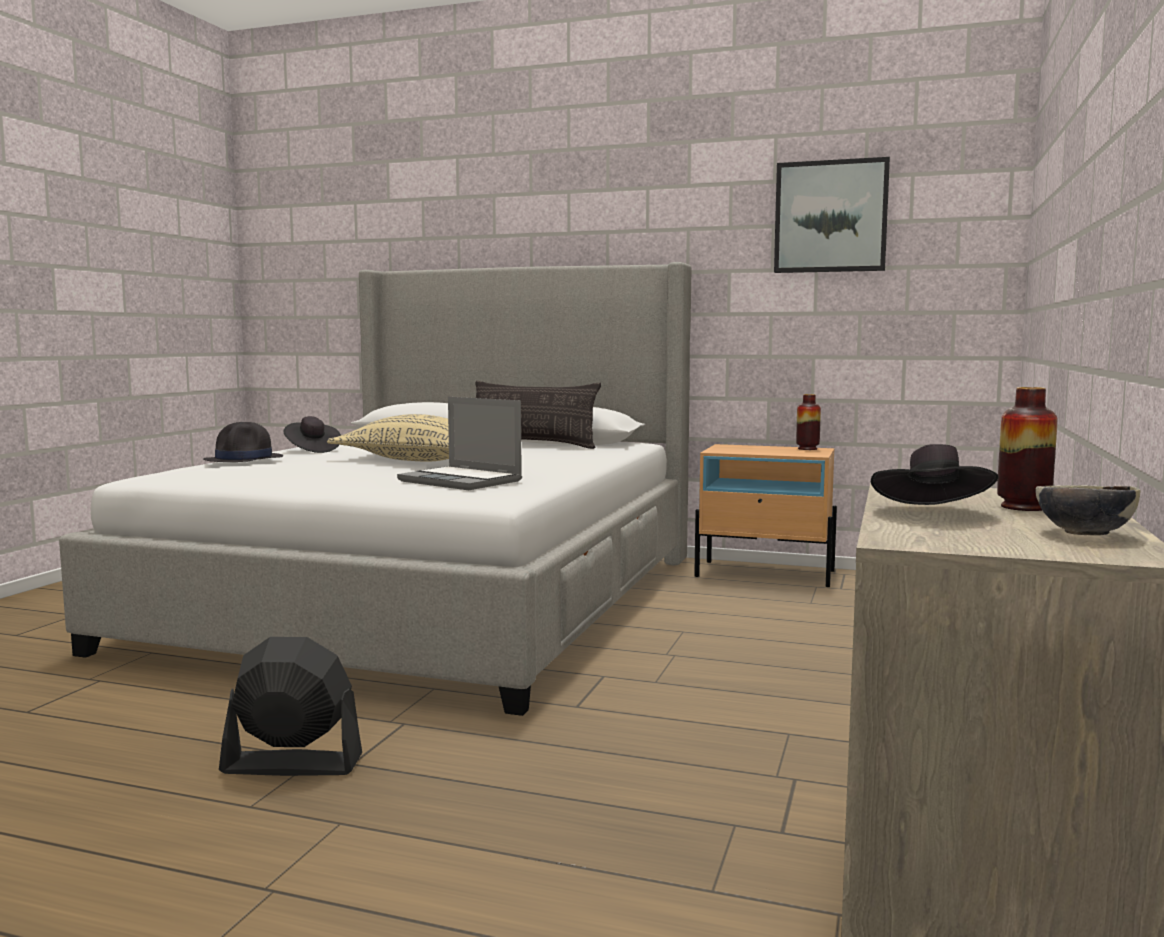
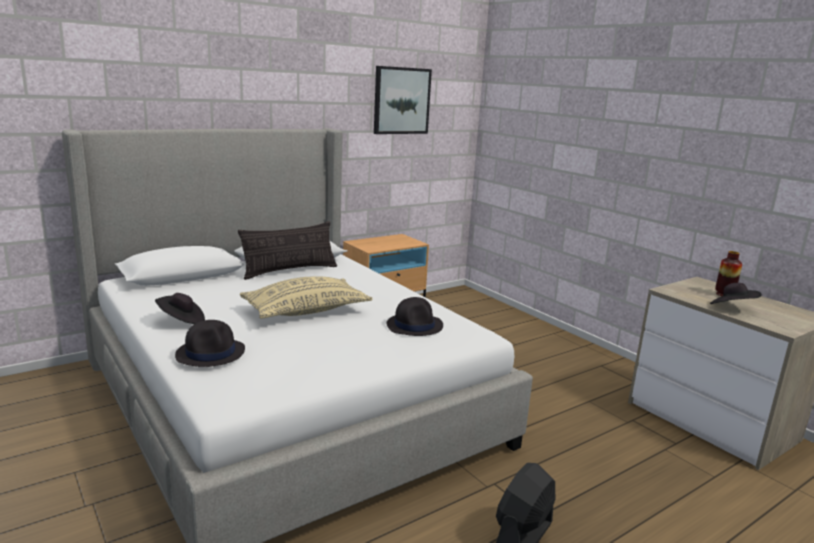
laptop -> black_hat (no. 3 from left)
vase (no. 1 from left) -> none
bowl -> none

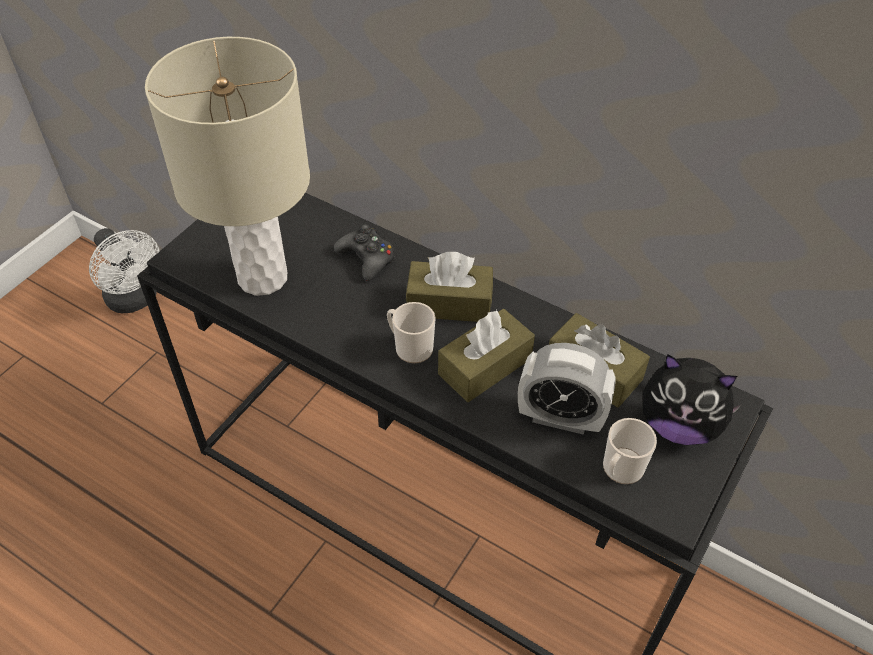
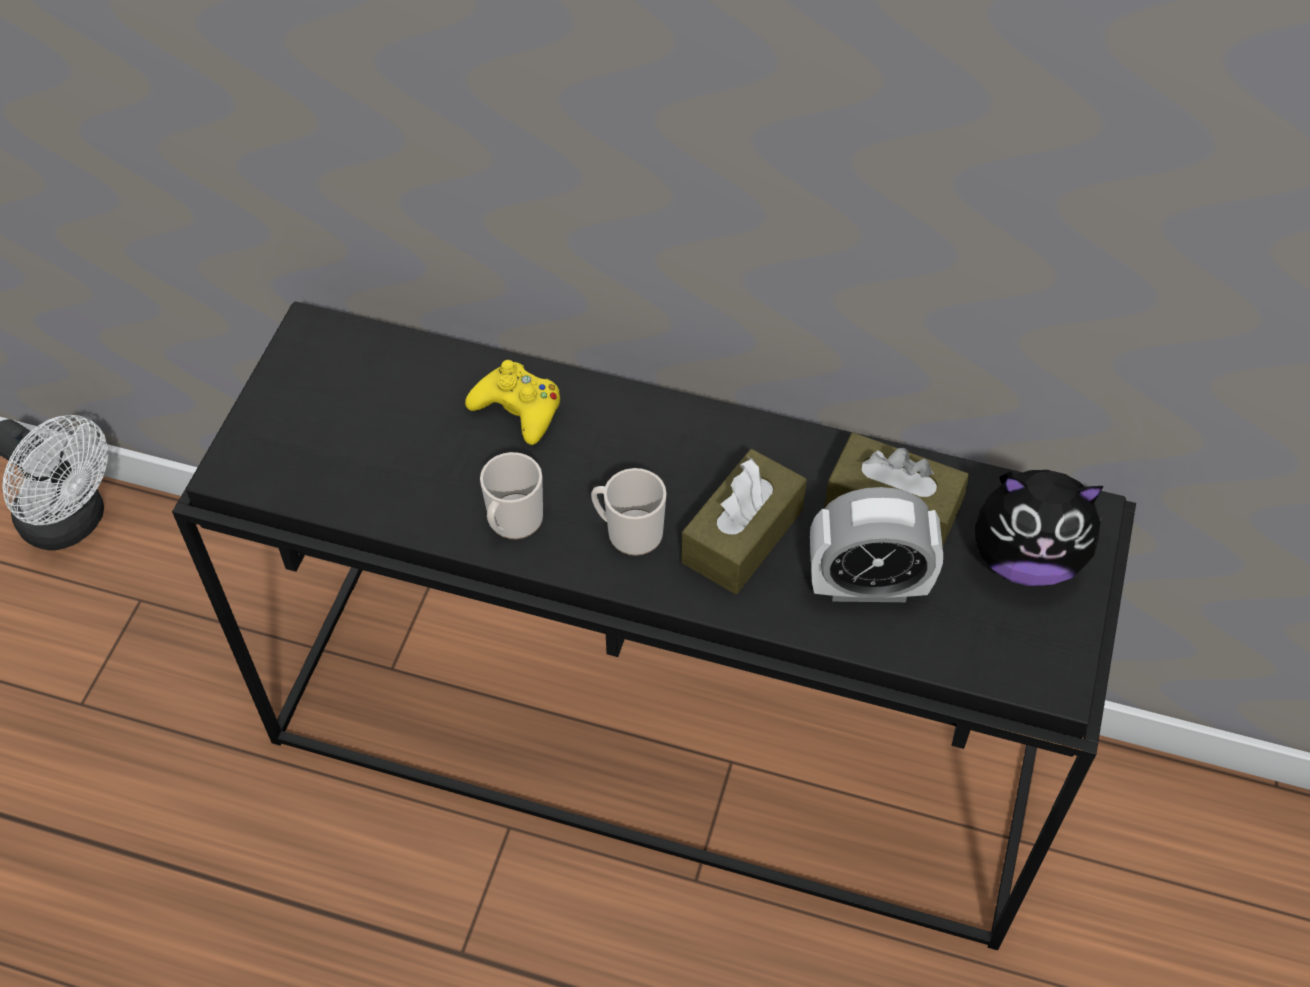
black_game_controller -> yellow_game_controller
mug (no. 2 from left in the first image) -> mug (no. 1 from left), shifted
beige_table_lamp -> none
brown_tissue_box (no. 1 from left) -> none

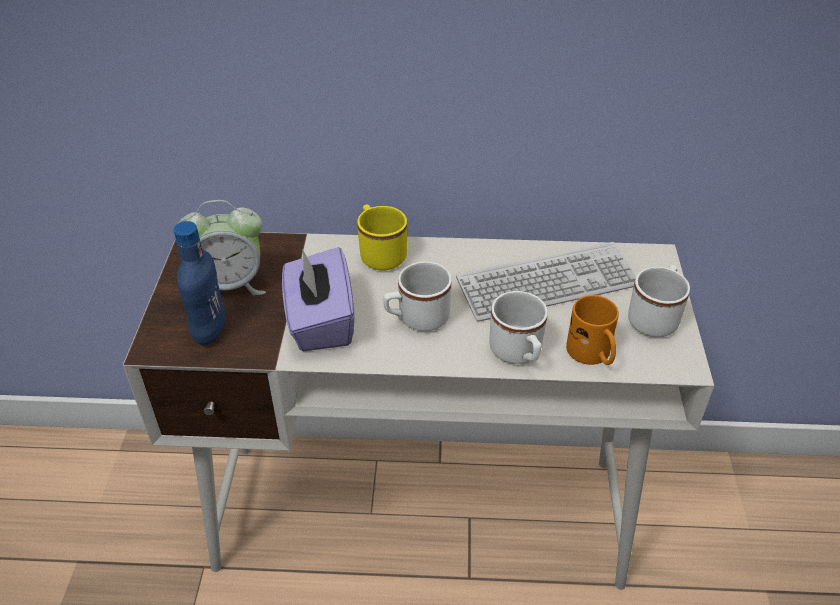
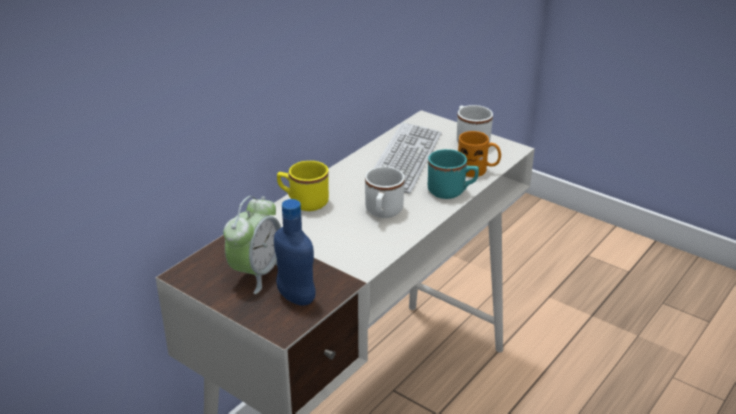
white_mug (no. 2 from left) -> turquoise_mug
purple_tissue_box -> none

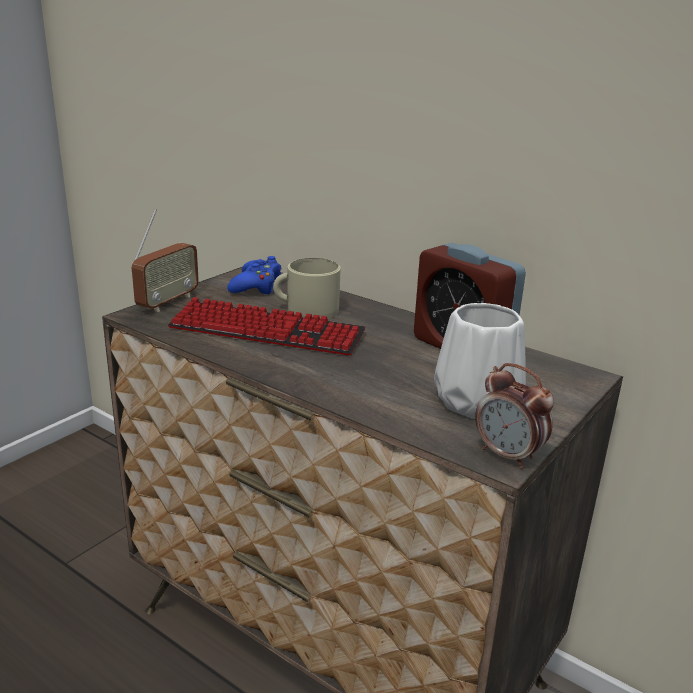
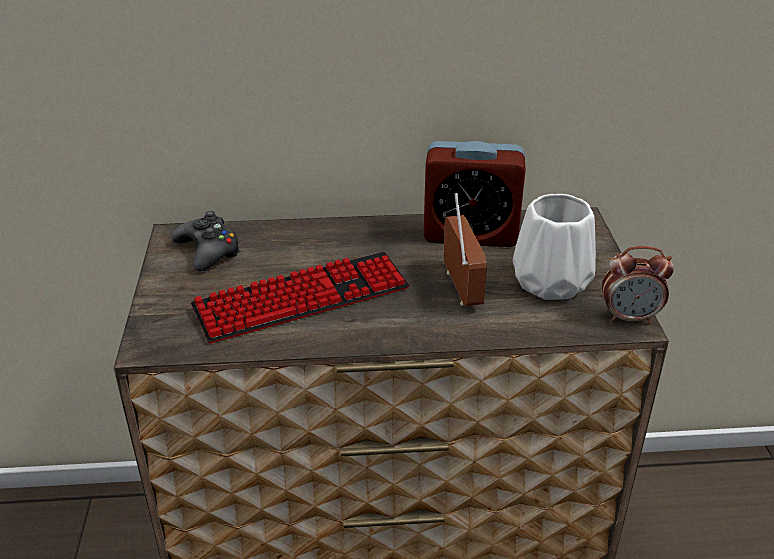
blue_game_controller -> black_game_controller
radio, shifted
beige_mug -> none

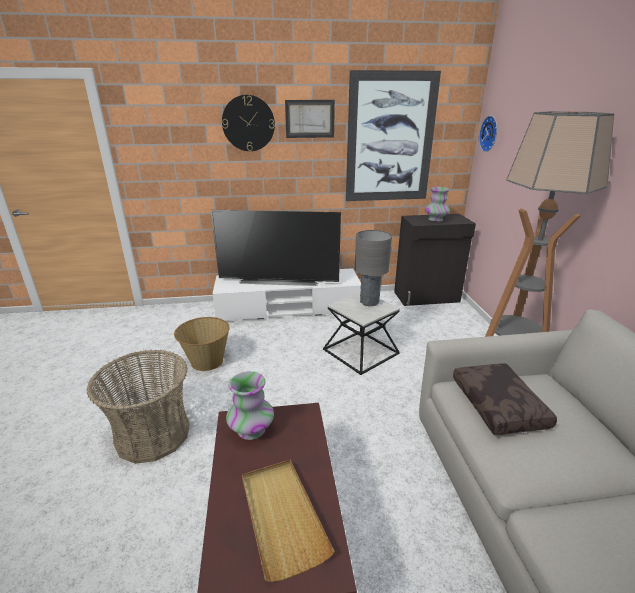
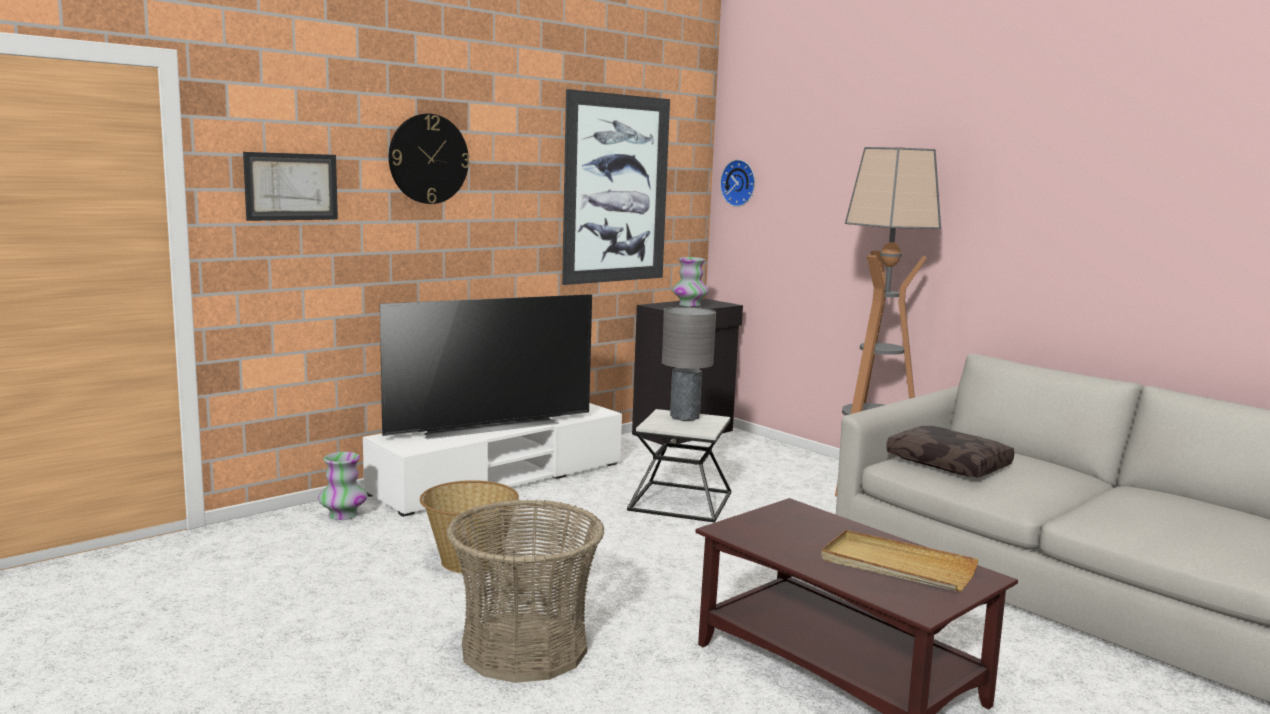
picture (no. 1 from left), shifted
vase (no. 1 from left), shifted

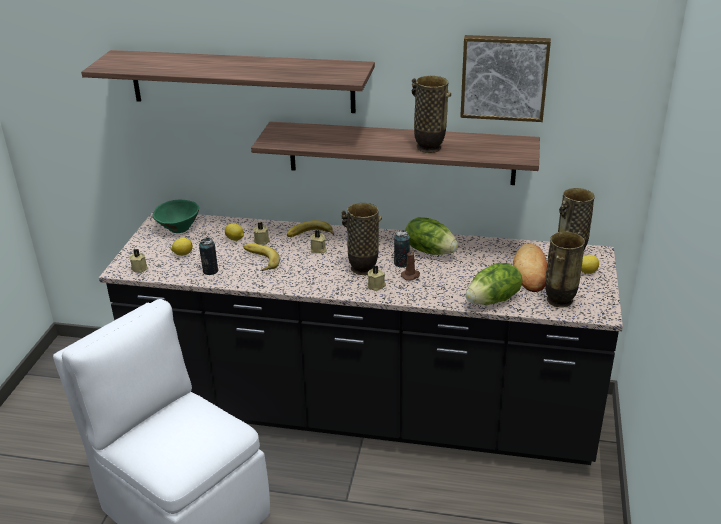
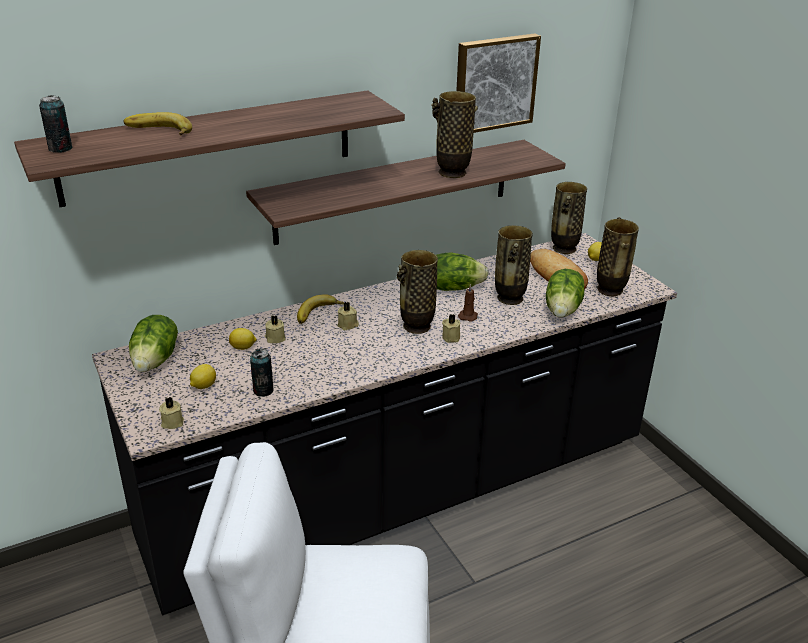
can (no. 2 from left in the first image) -> can (no. 1 from left), shifted
banana (no. 1 from left), shifted
green_bowl -> lettuce (no. 1 from left)
none -> vase (no. 3 from left)

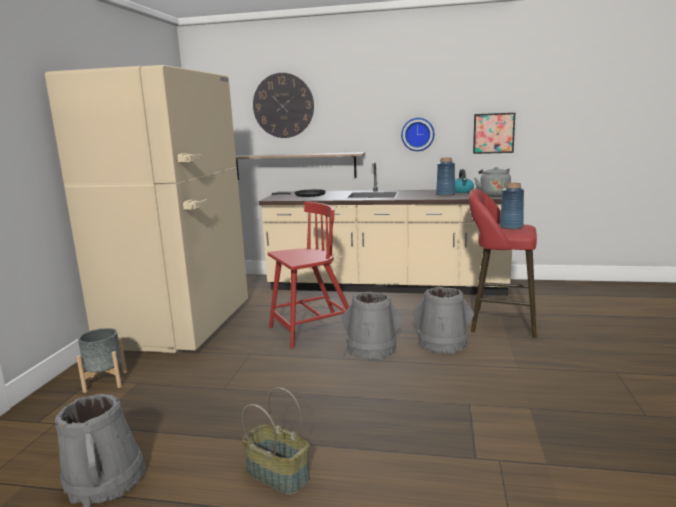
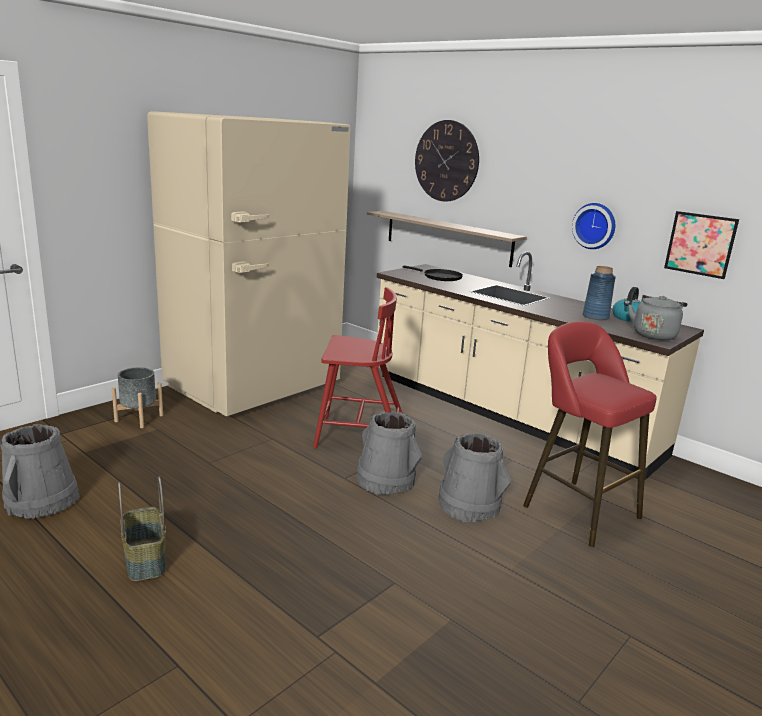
blue_vase (no. 2 from left) -> none

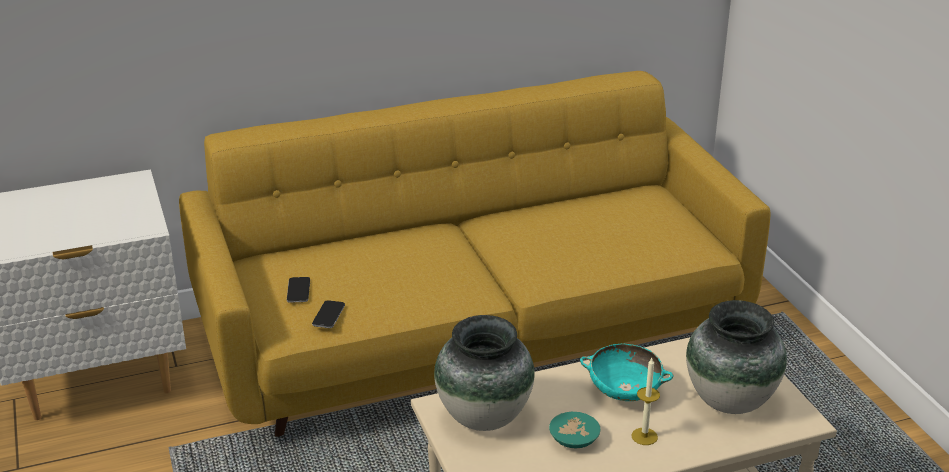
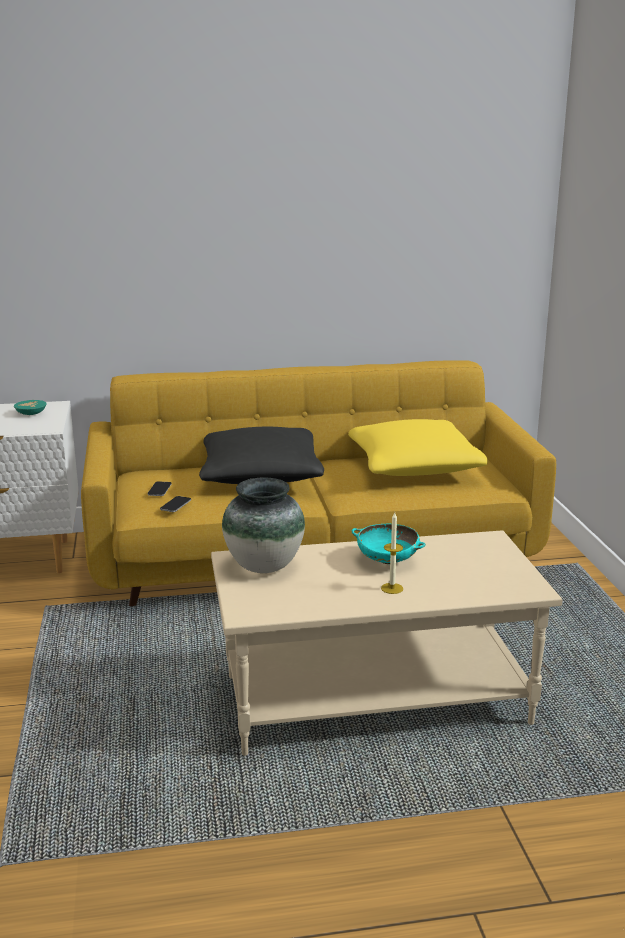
turquoise_bowl (no. 1 from left), shifted
none -> black_pillow
none -> yellow_pillow
vase (no. 2 from left) -> none

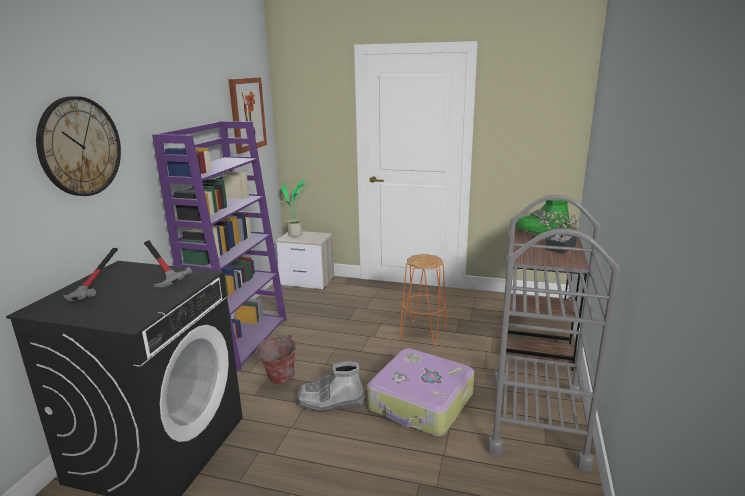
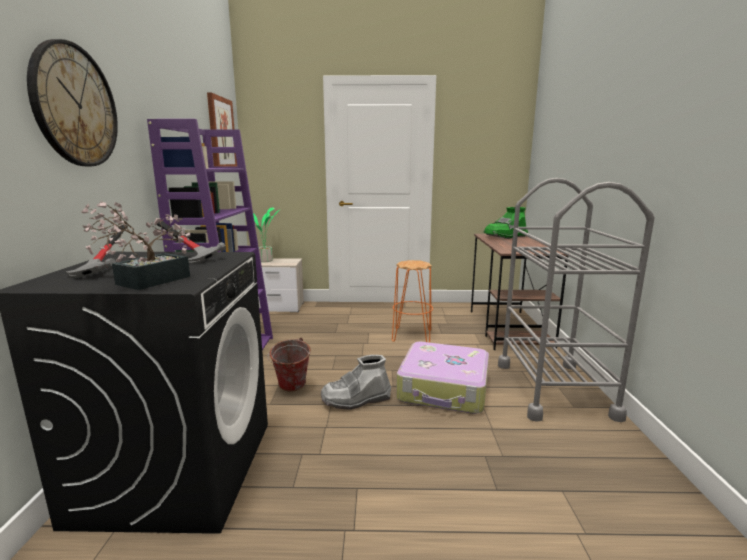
potted_plant (no. 2 from left in the first image) -> potted_plant (no. 1 from left), shifted

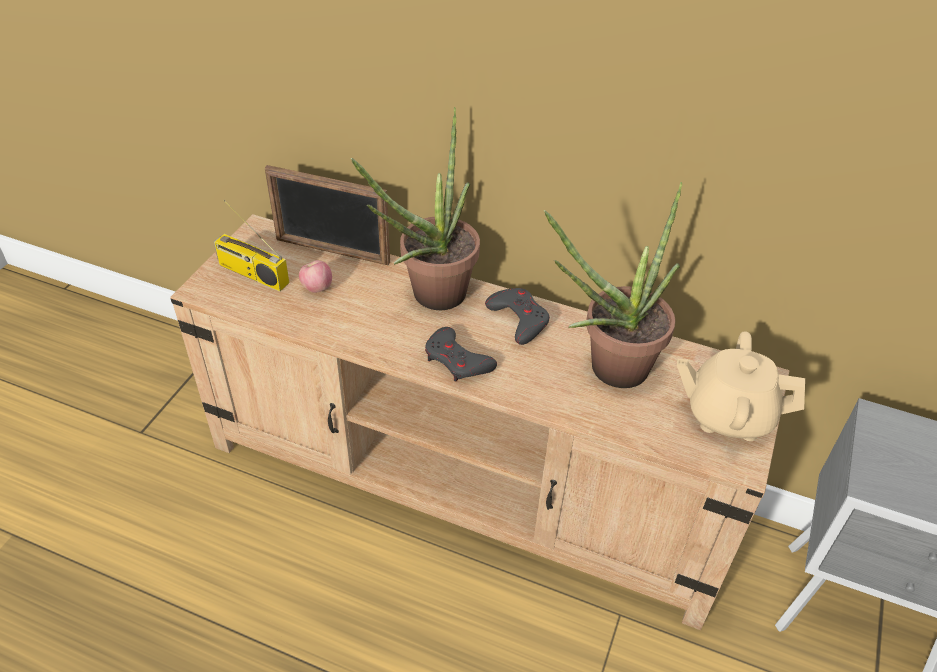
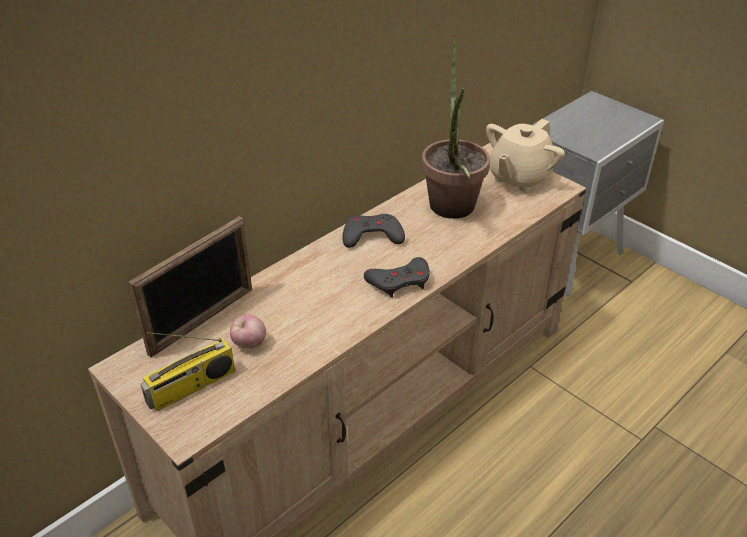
potted_plant (no. 1 from left) -> none

